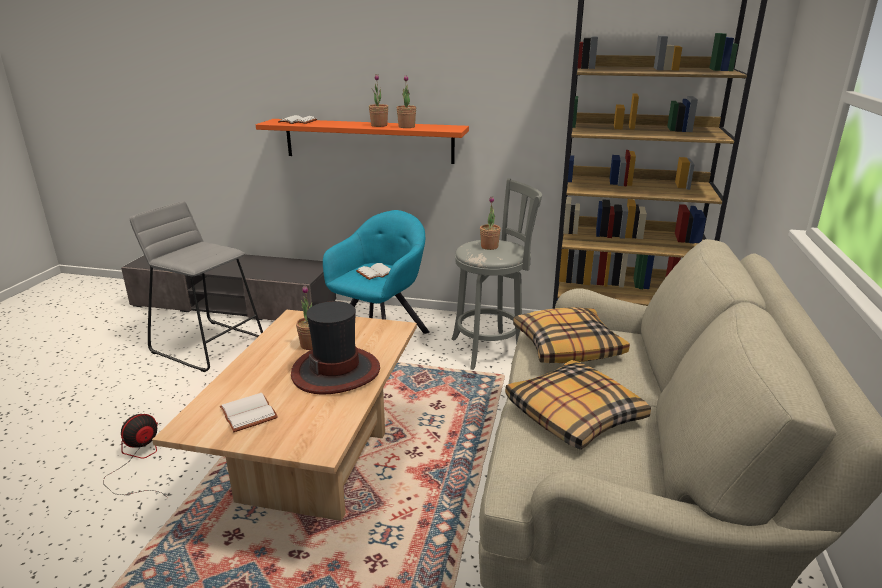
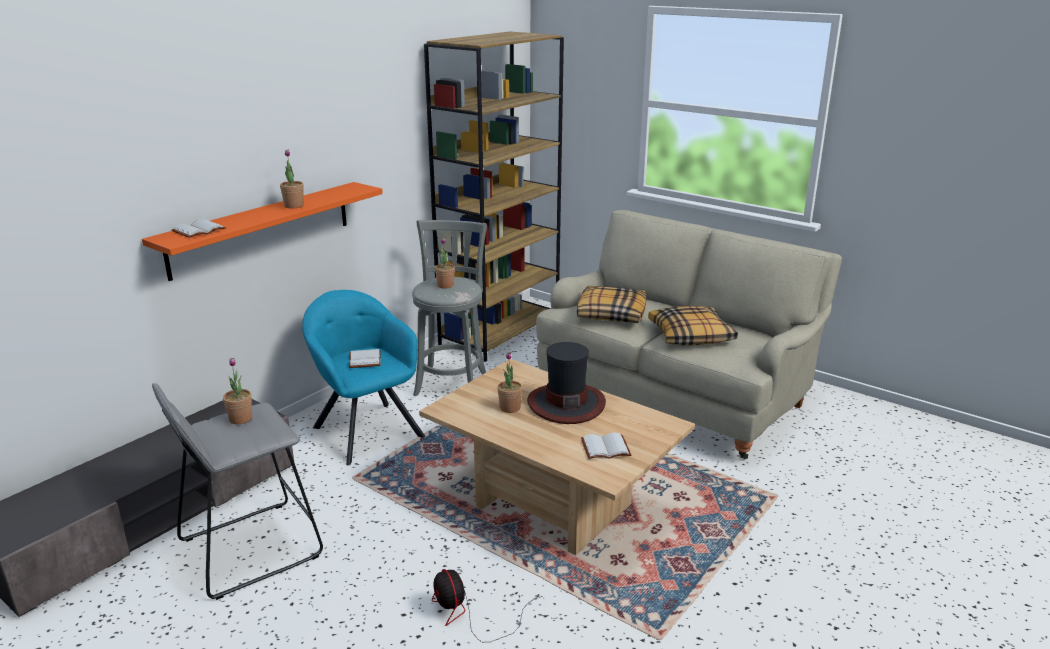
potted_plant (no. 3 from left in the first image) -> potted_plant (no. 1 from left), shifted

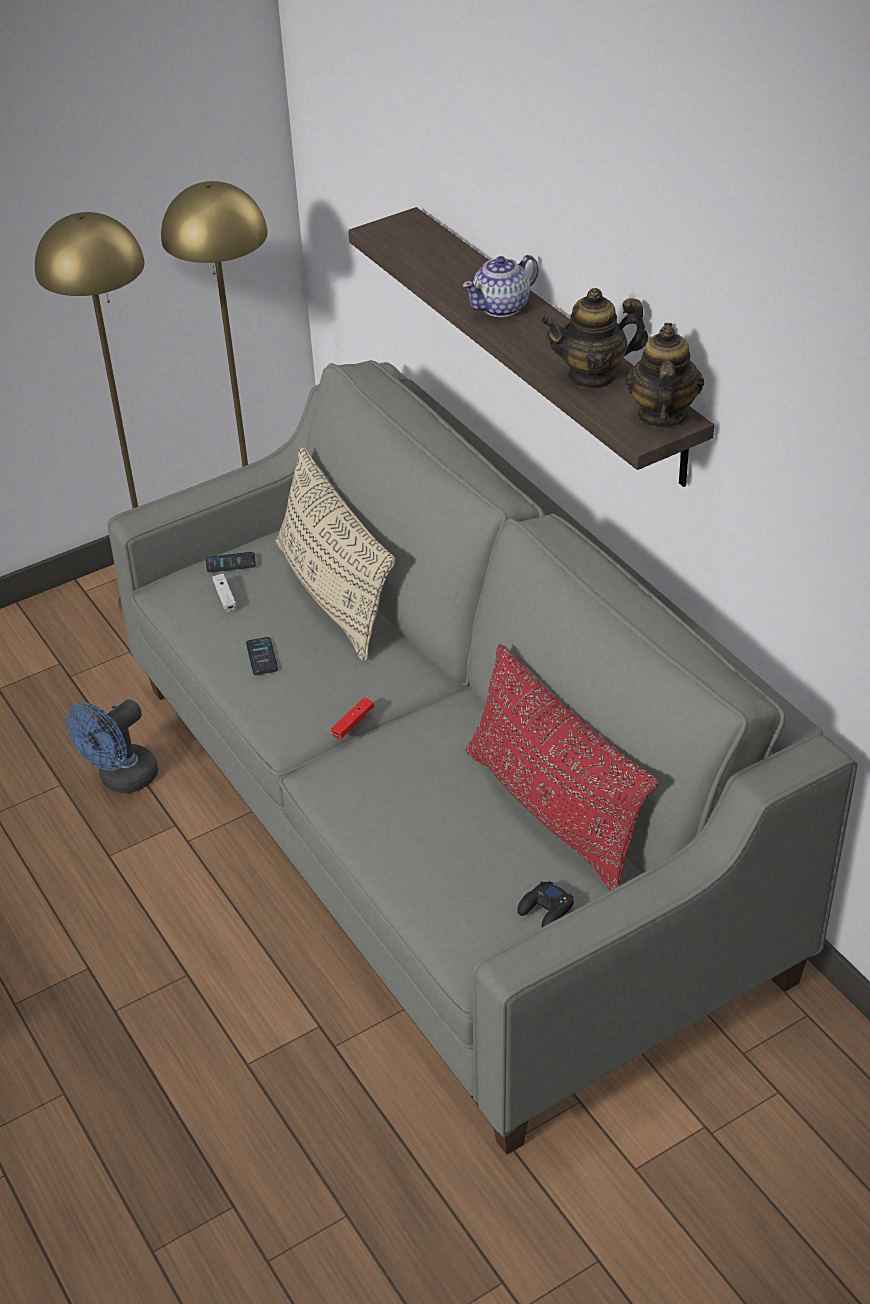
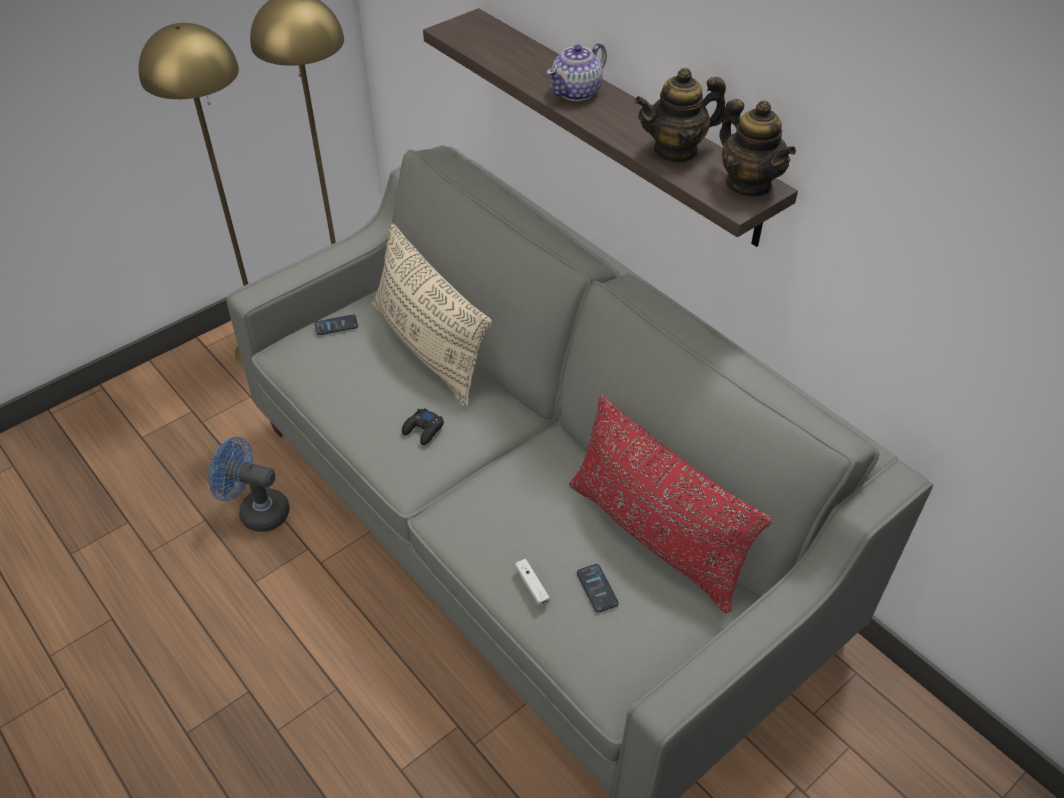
blue_fan, 75 degrees clockwise
black_game_controller, shifted
white_game_controller, shifted
phone (no. 2 from left), shifted
teapot (no. 3 from left), 150 degrees clockwise
red_game_controller -> none

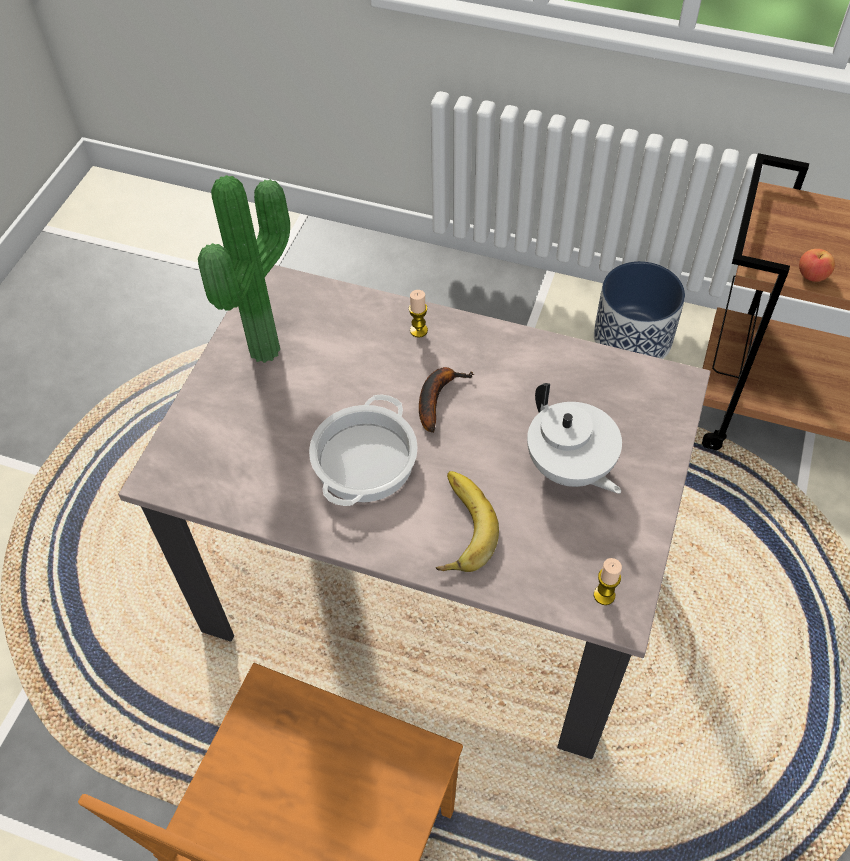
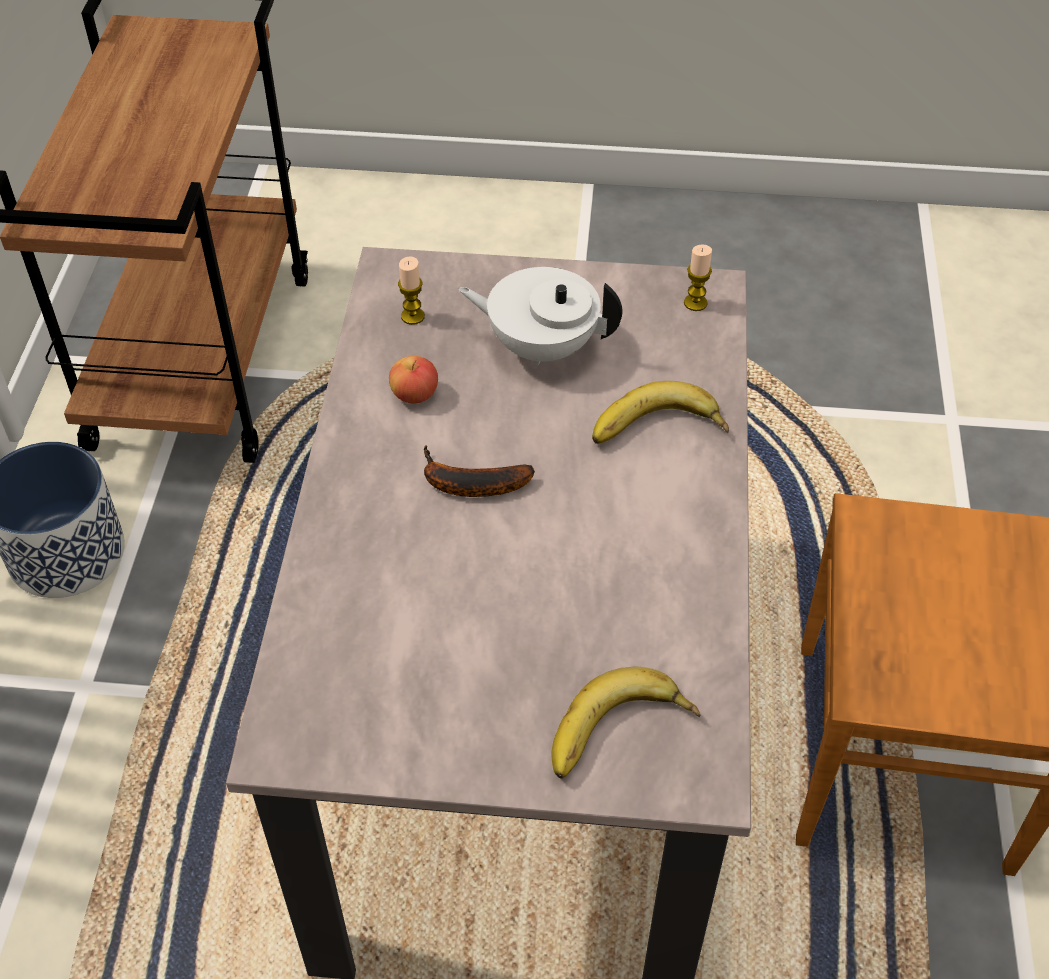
apple, shifted
candle (no. 1 from left), shifted
white_teapot, 120 degrees counterclockwise
none -> banana (no. 2 from left)
potted_plant -> none
cooking_pot -> none

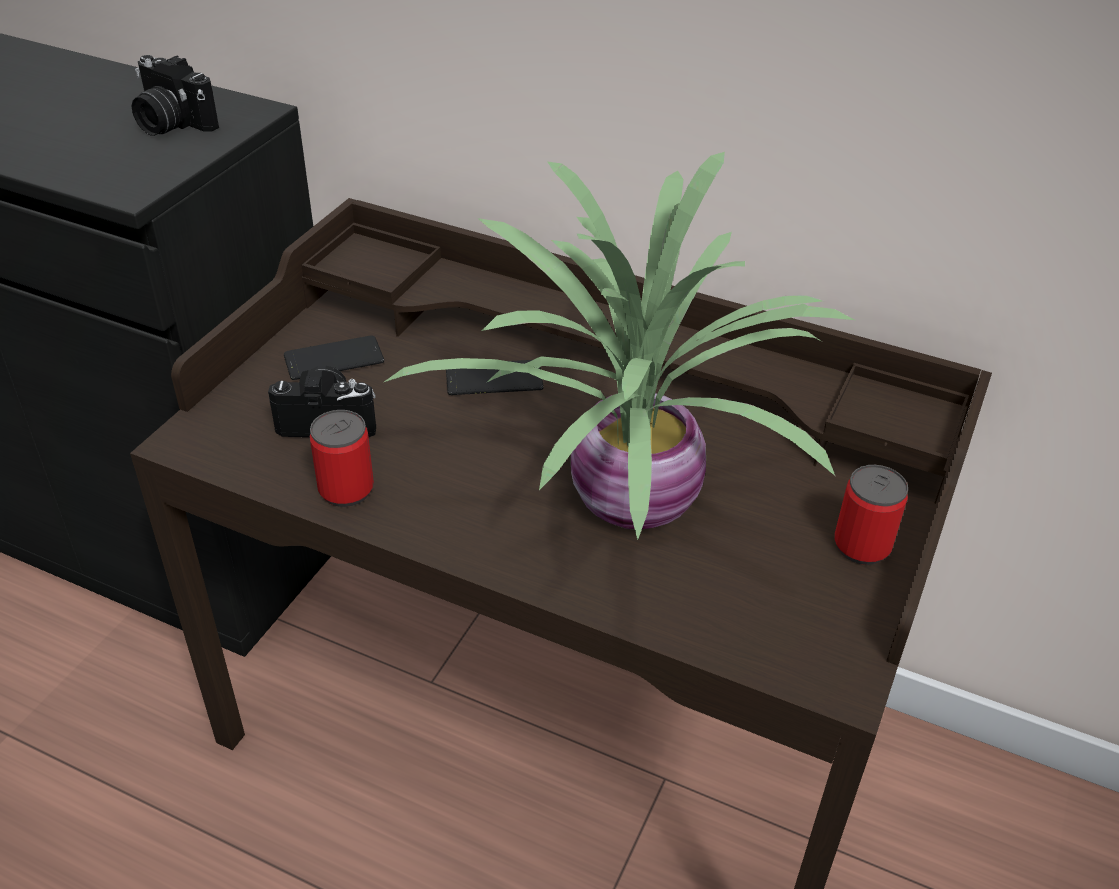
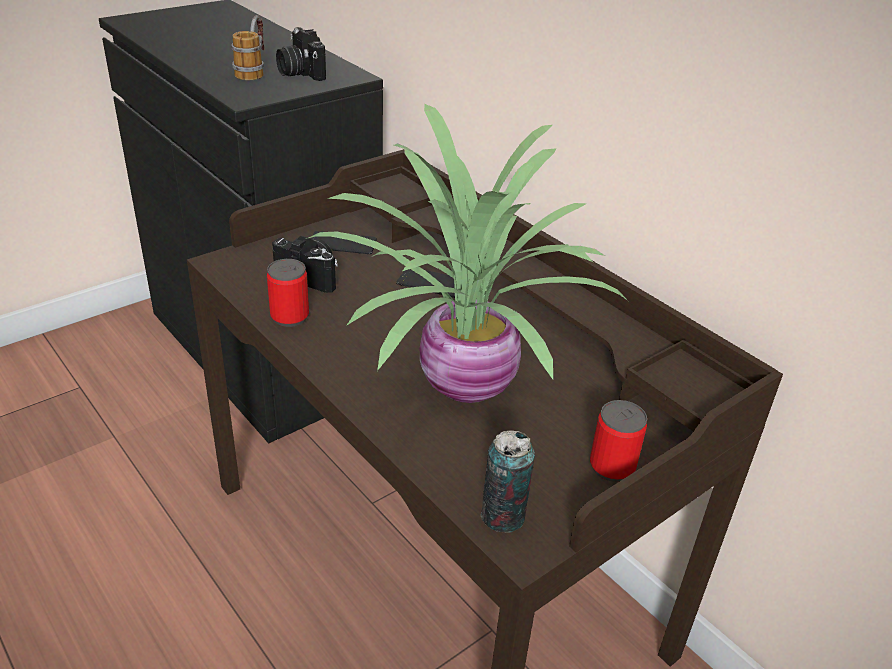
none -> mug
none -> can (no. 2 from left)

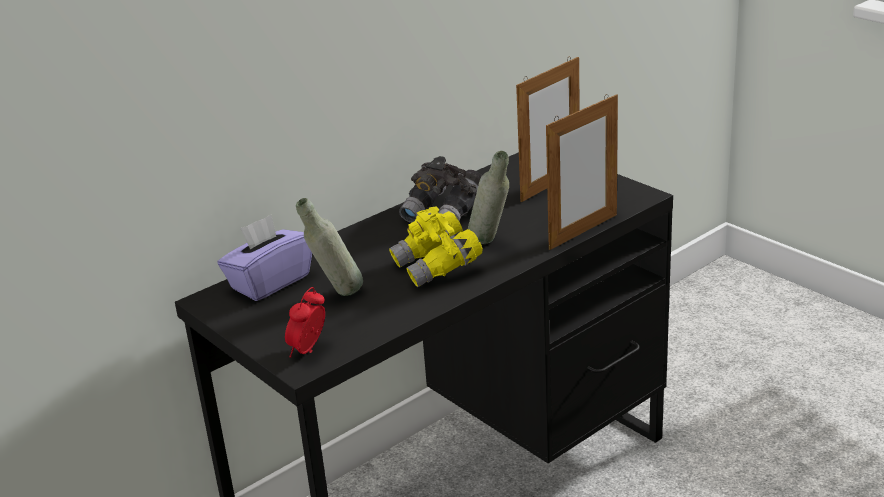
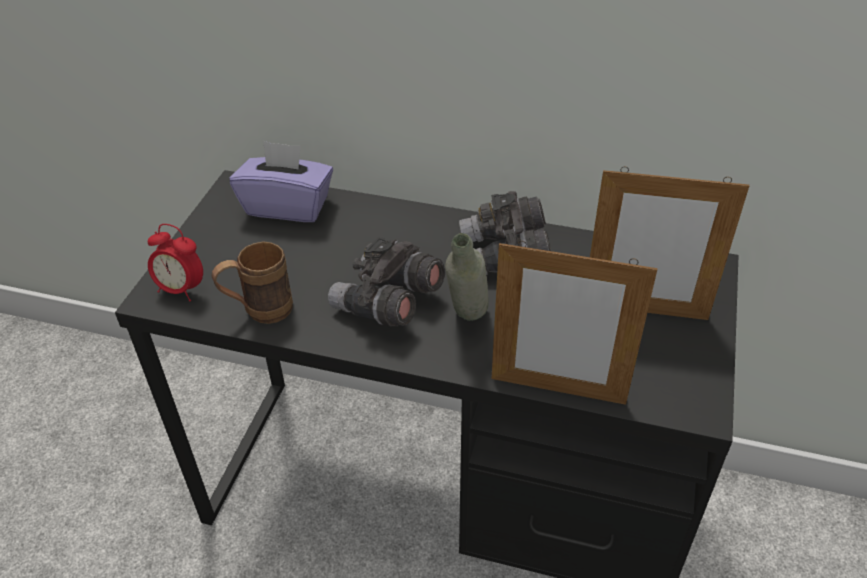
alarm_clock, 150 degrees counterclockwise
none -> brown_mug
yellow_binoculars -> grey_binoculars (no. 1 from left)
grey_bottle (no. 1 from left) -> none

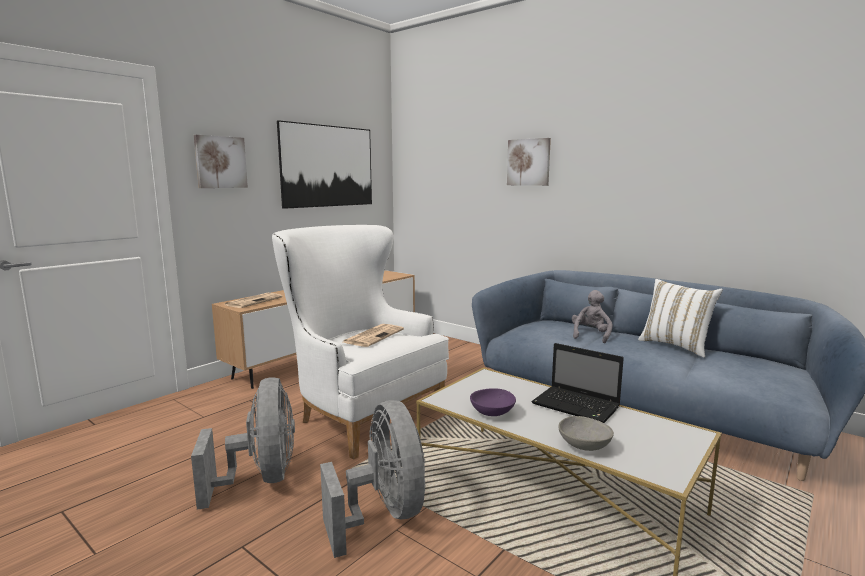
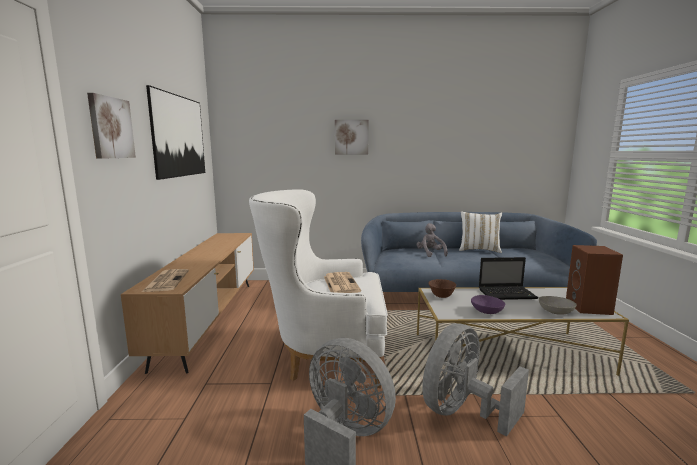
grey_fan (no. 2 from left), 75 degrees counterclockwise
none -> brown_bowl
none -> brown_speaker

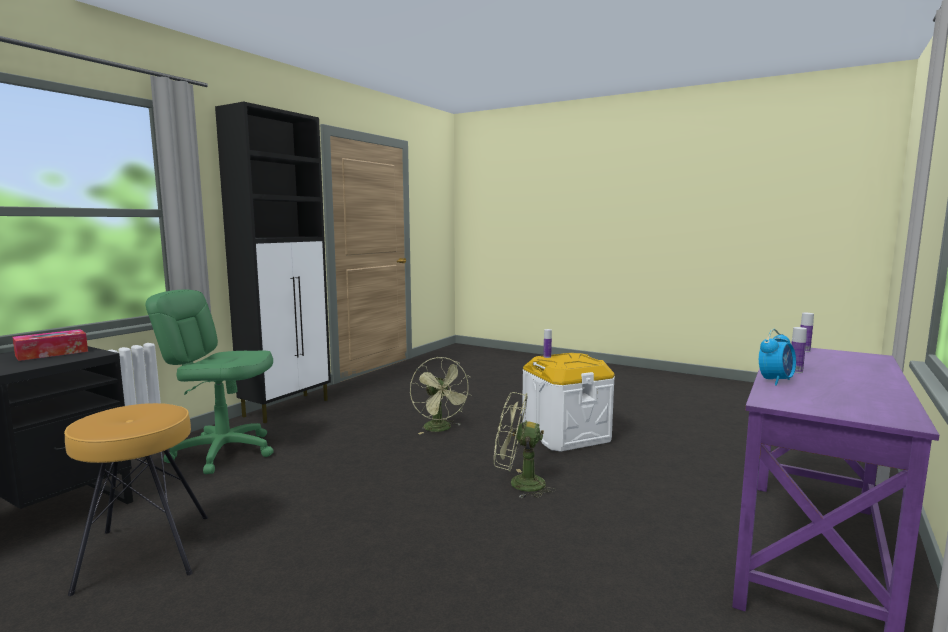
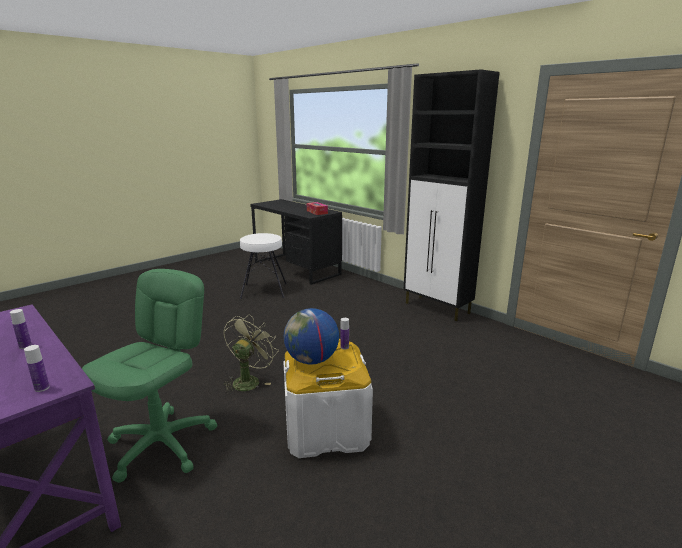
green_office_chair, shifted
brown_stool -> white_stool
none -> globe
green_fan (no. 1 from left) -> none
alarm_clock -> none

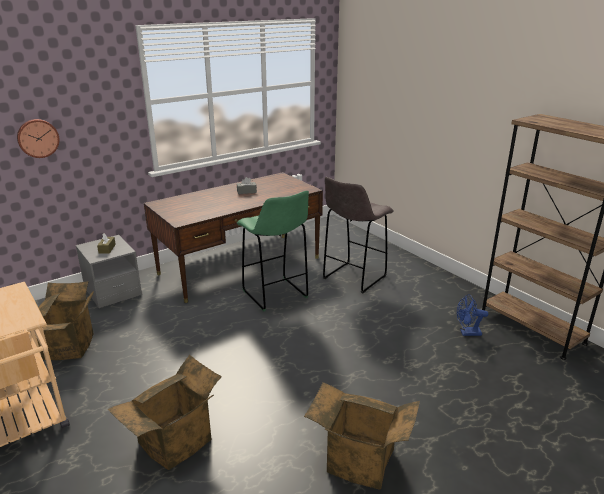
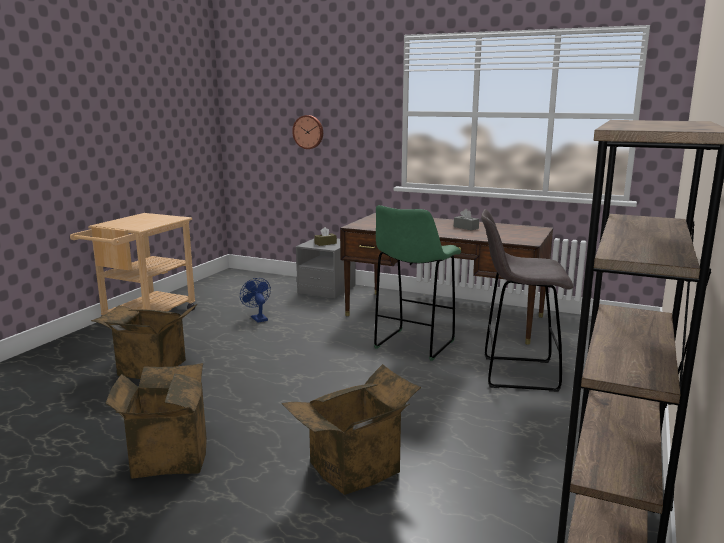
blue_fan, shifted
cardboard_box (no. 1 from left in the first image) -> cardboard_box (no. 3 from left), shifted

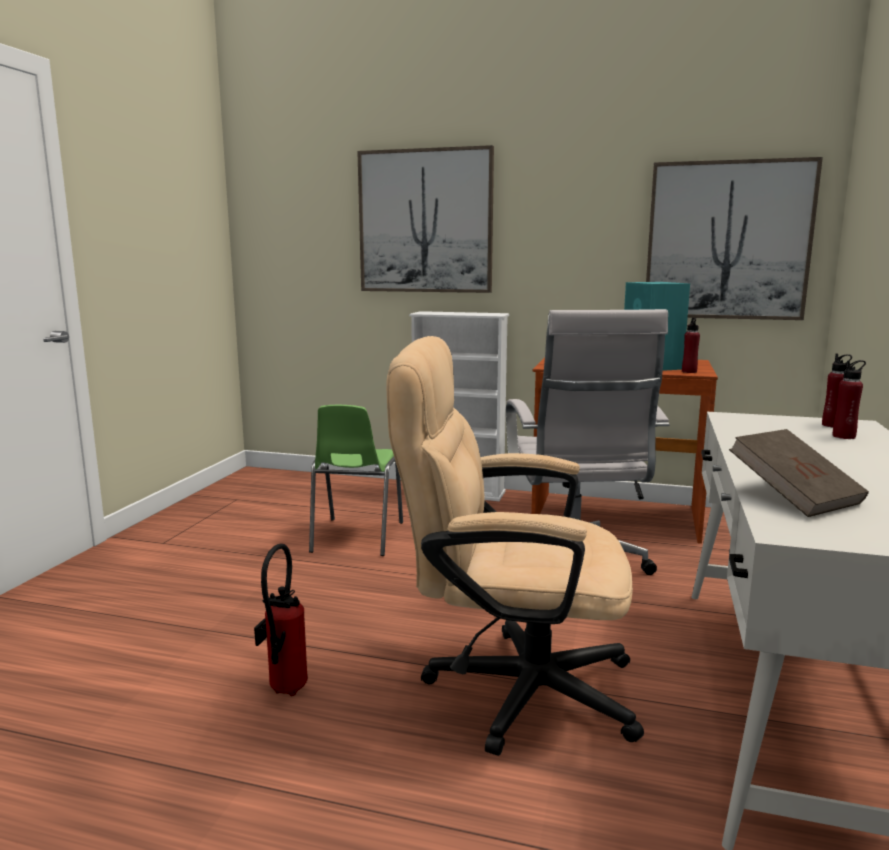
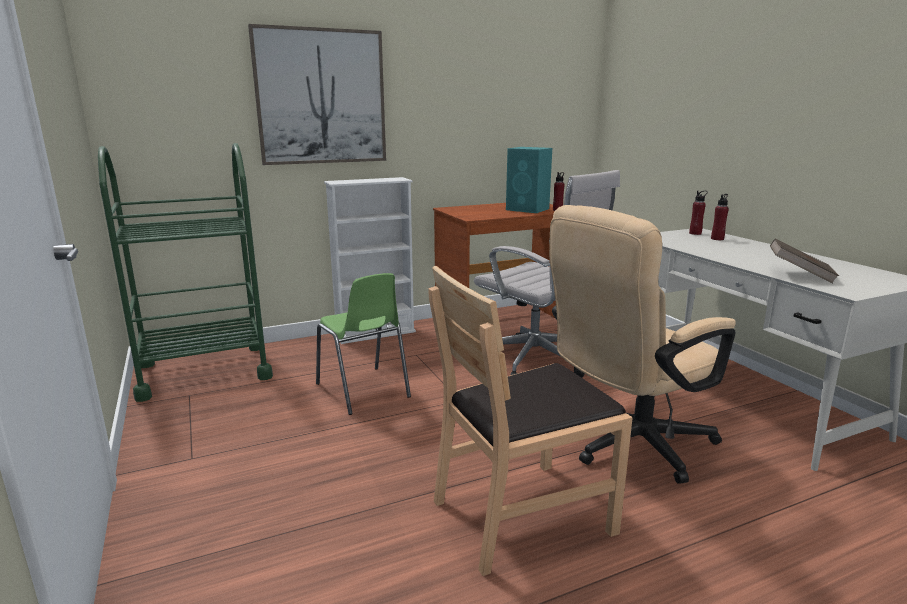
none -> green_cart
fire_extinguisher -> brown_chair
picture (no. 2 from left) -> none

